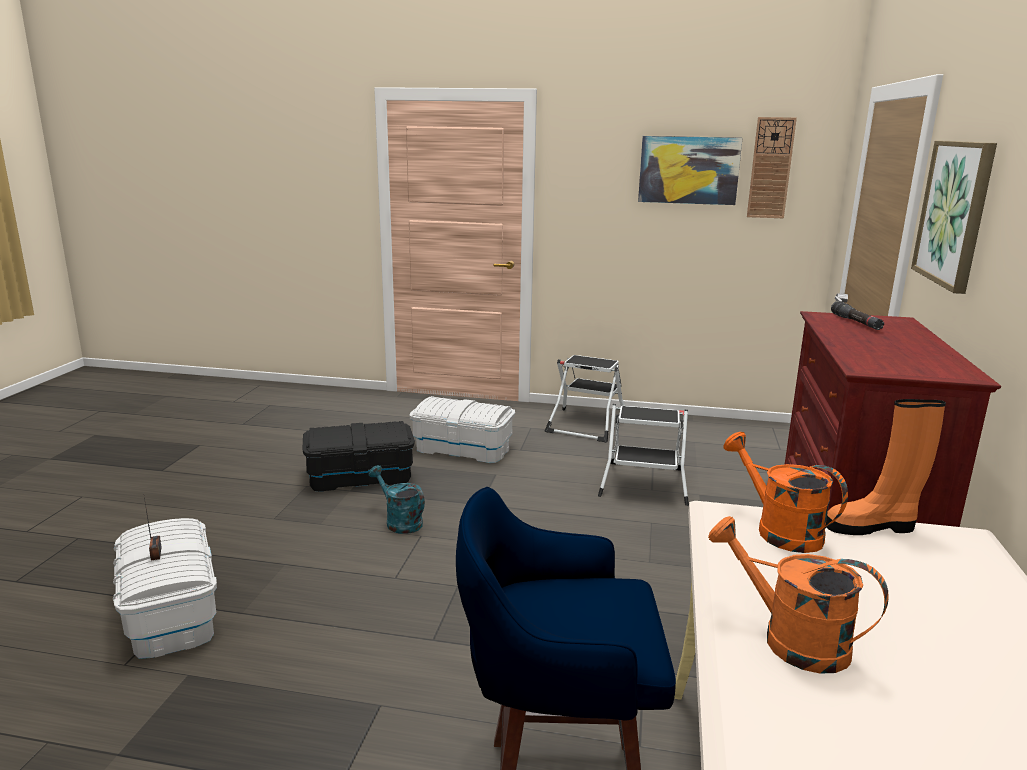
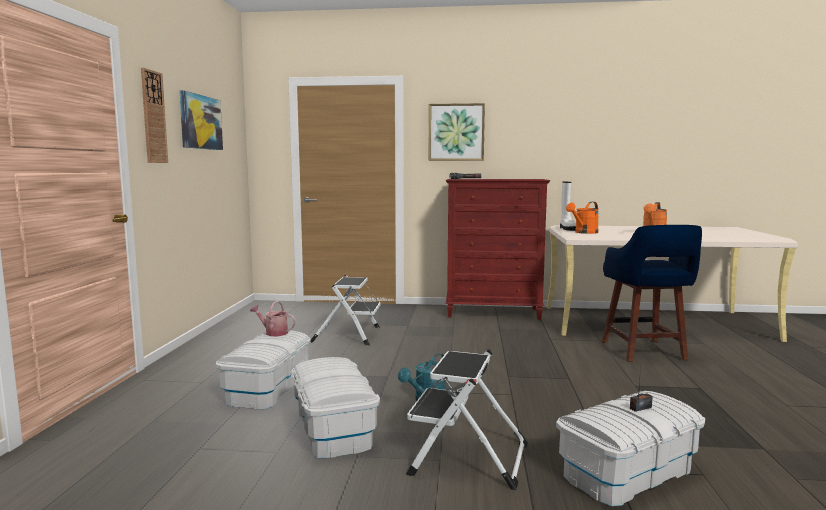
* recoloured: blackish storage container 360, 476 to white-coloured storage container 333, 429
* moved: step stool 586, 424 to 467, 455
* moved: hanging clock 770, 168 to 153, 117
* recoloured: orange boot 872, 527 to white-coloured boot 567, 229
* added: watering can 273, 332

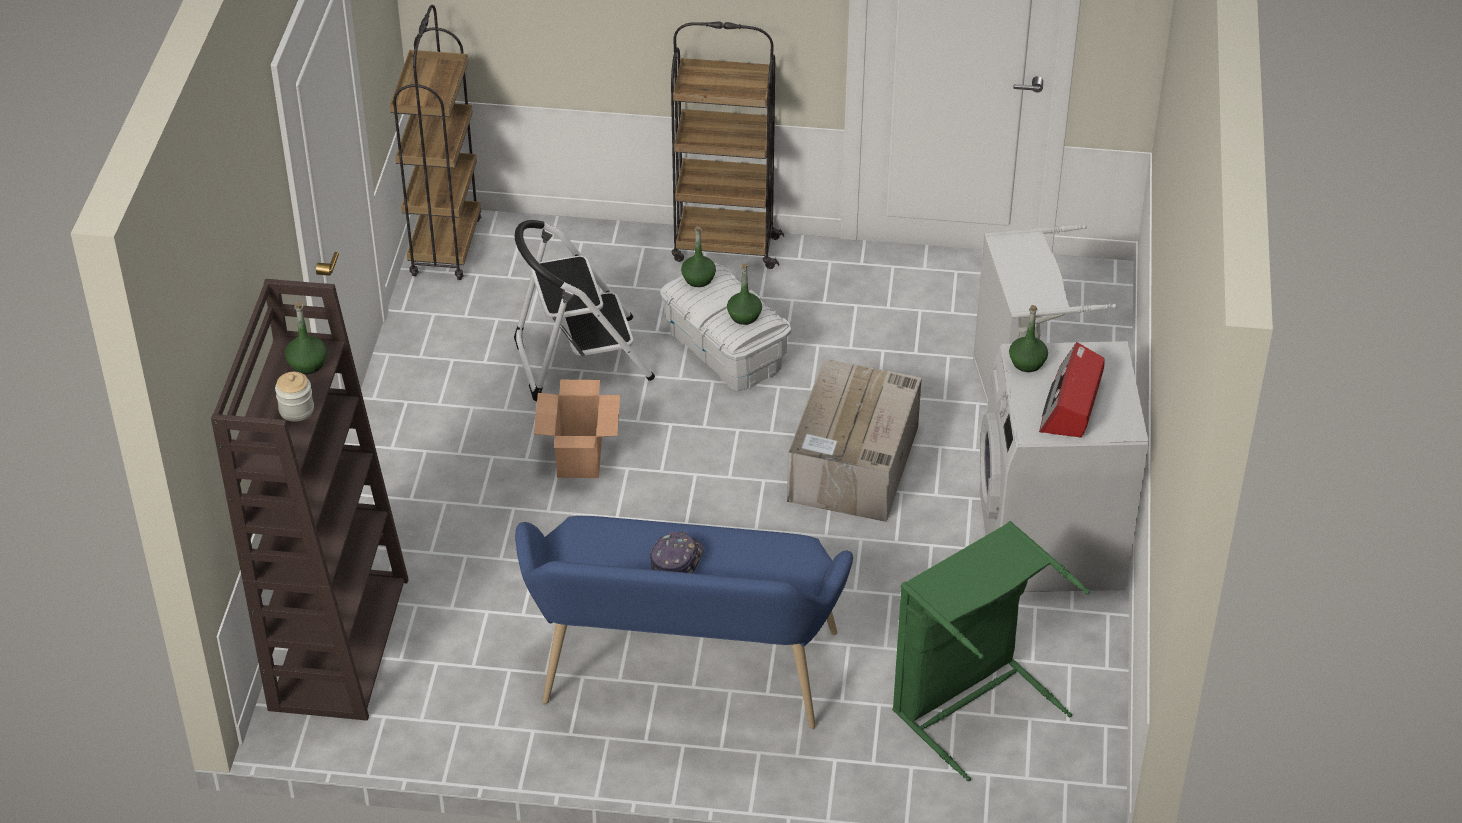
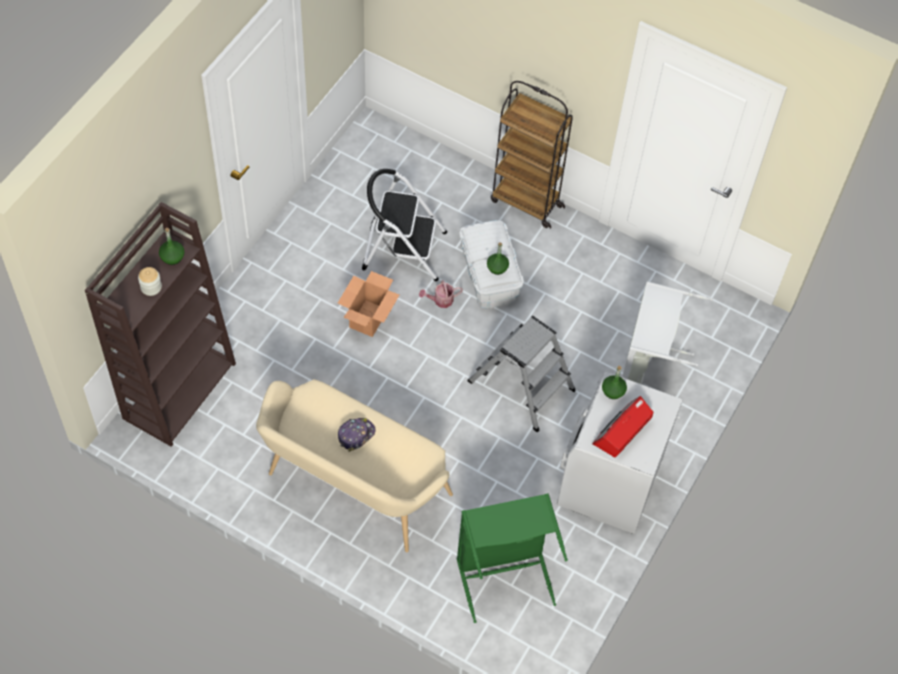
* removed: brown-coloured cart 445, 248
* recoloured: bluish bench 683, 677 to beige-coloured bench 352, 489
* removed: greenish beverage bottle 698, 279
* replaced: carton 853, 465 to greyish step stool 521, 385
* added: watering can 440, 300

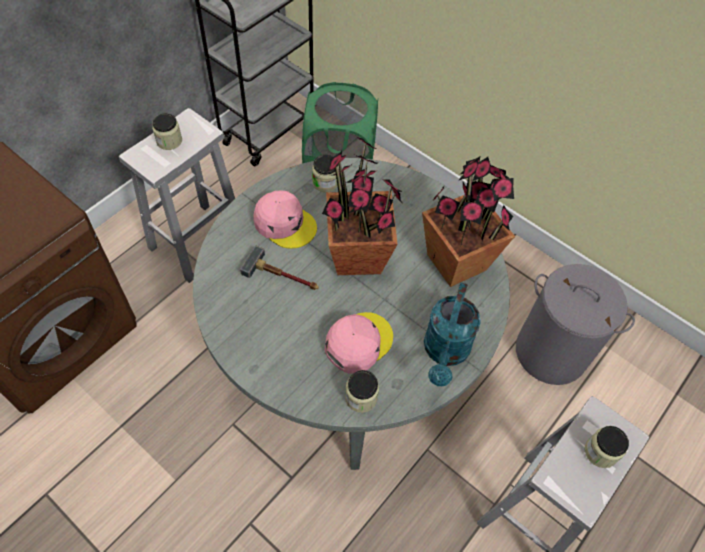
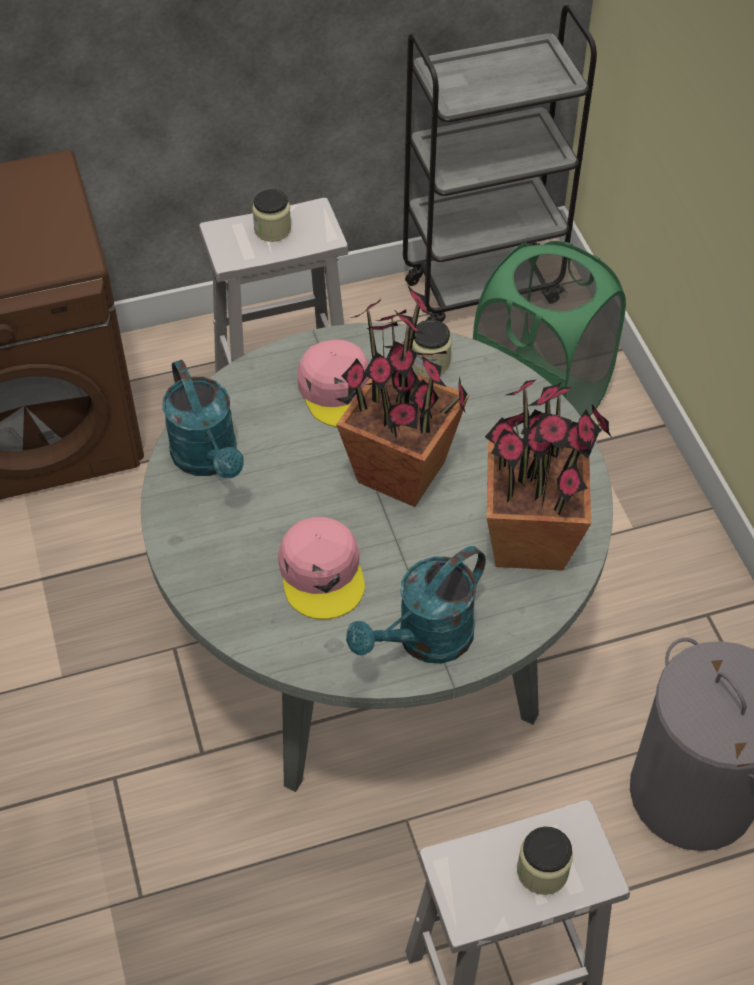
* removed: hand hammer 283, 276
* turned: pink cap 358, 342 = 322, 573 90 degrees clockwise
* removed: preserve jar 361, 397
* added: blue-green watering can 209, 460

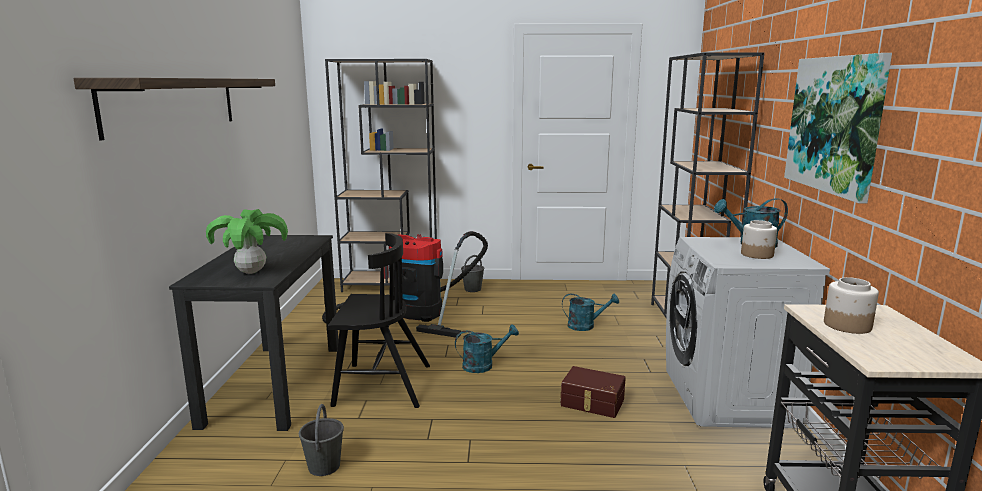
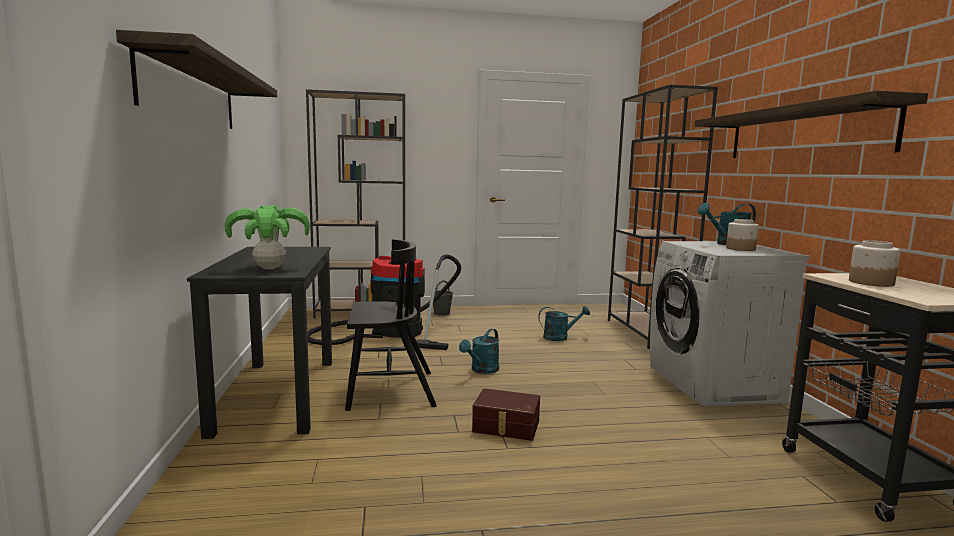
* removed: greyish bucket 324, 466
* turned: blue-green watering can 483, 365 = 482, 370 150 degrees clockwise
* moved: brown-coloured storage container 592, 403 to 506, 427
* replaced: wall picture 835, 124 to bracket shelf 803, 133

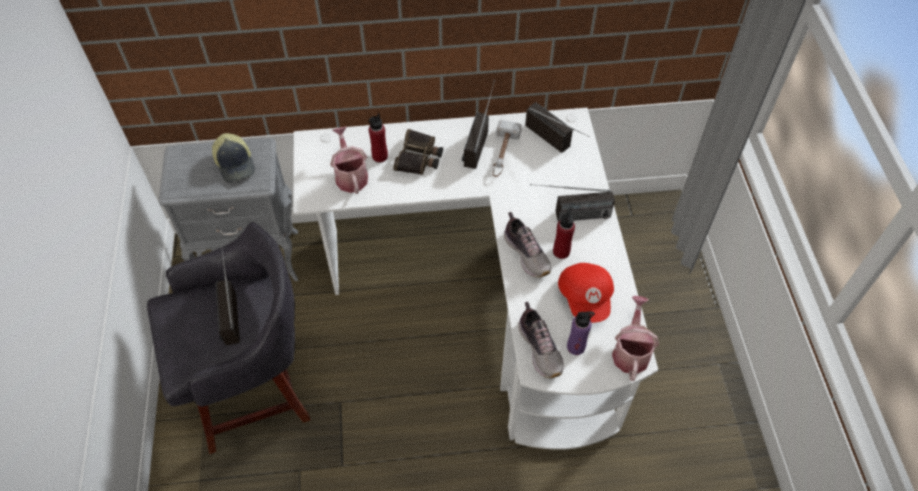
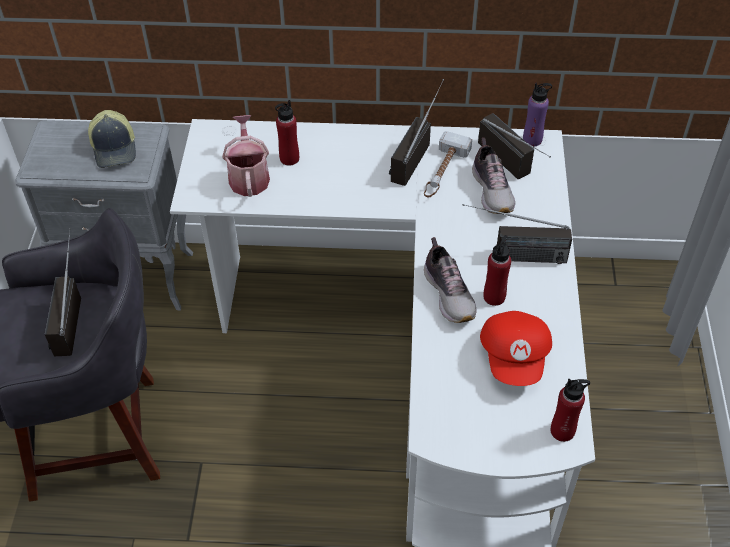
* removed: field glasses 419, 157
* moved: low shoe 540, 348 to 493, 190
* moved: purple-coloured beverage bottle 576, 347 to 532, 139
* replaced: watering can 631, 351 to red beverage bottle 562, 431

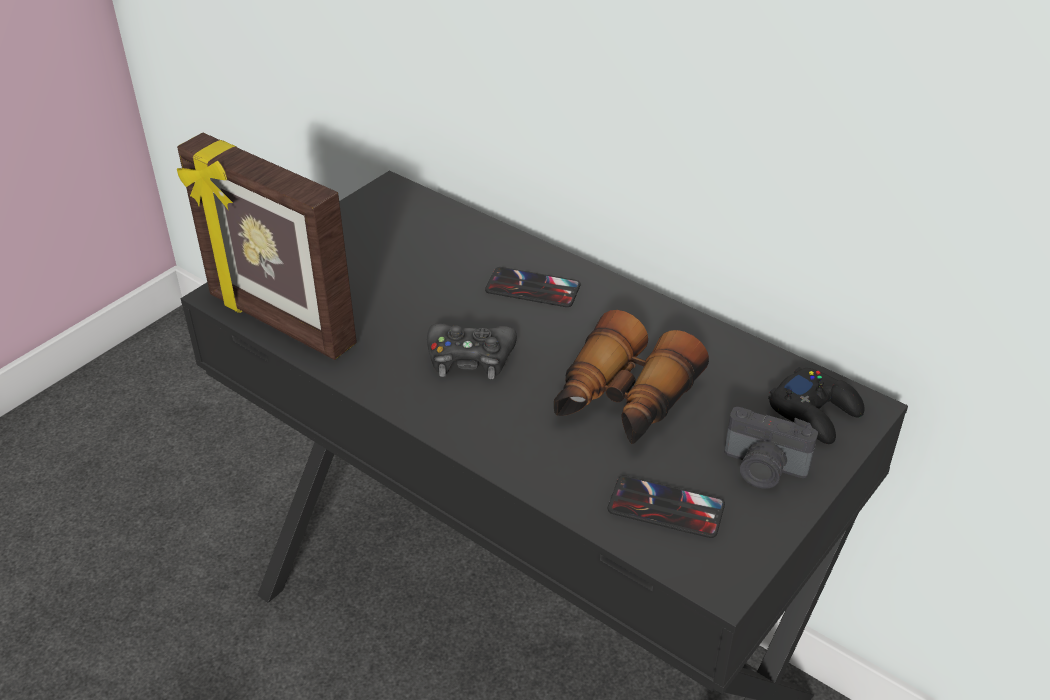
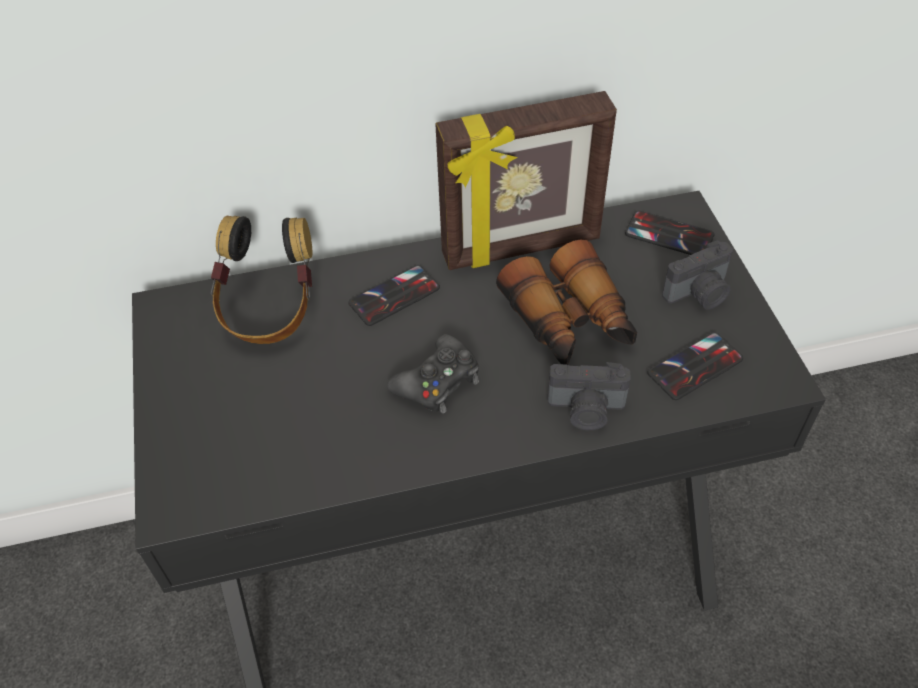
* moved: picture frame 279, 322 to 521, 248
* replaced: blackish joypad 815, 412 to handset 669, 235
* added: headset 269, 310
* added: photo camera 586, 410

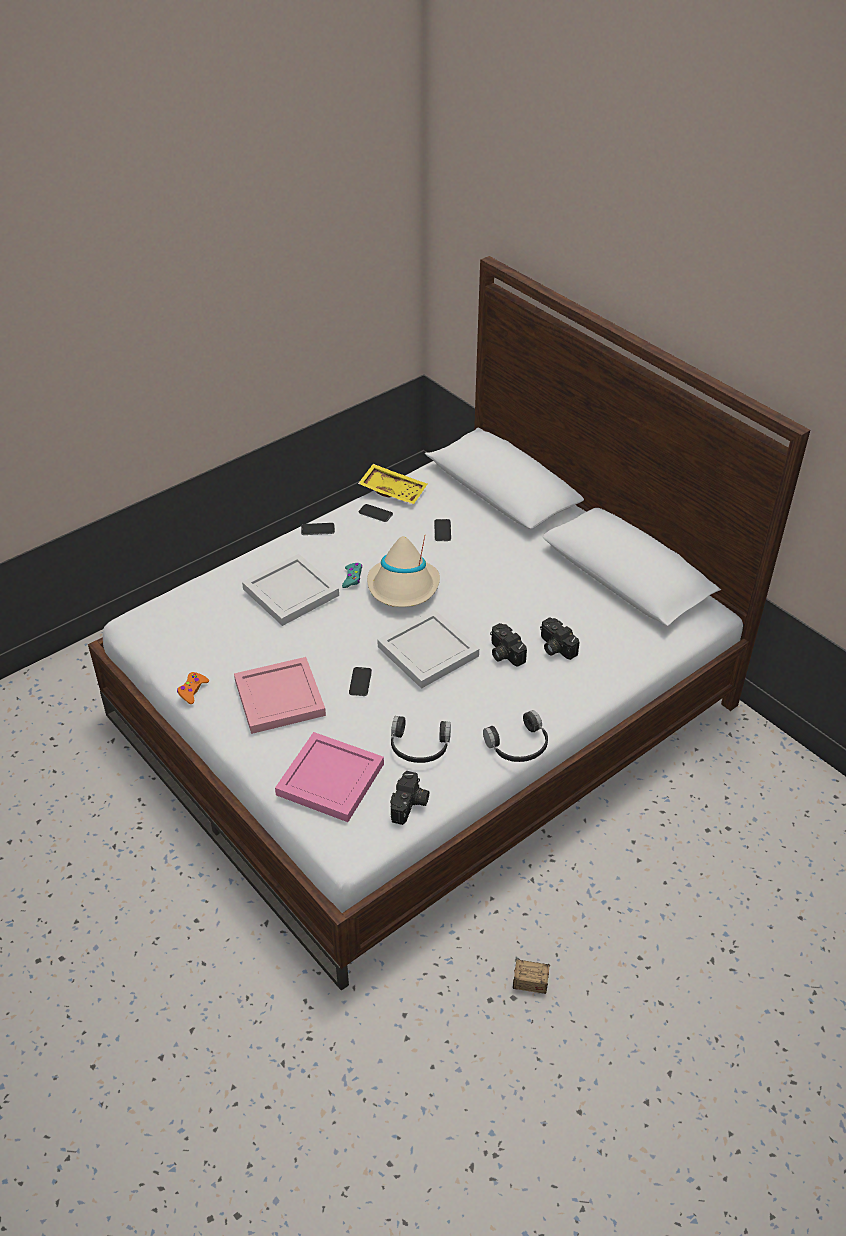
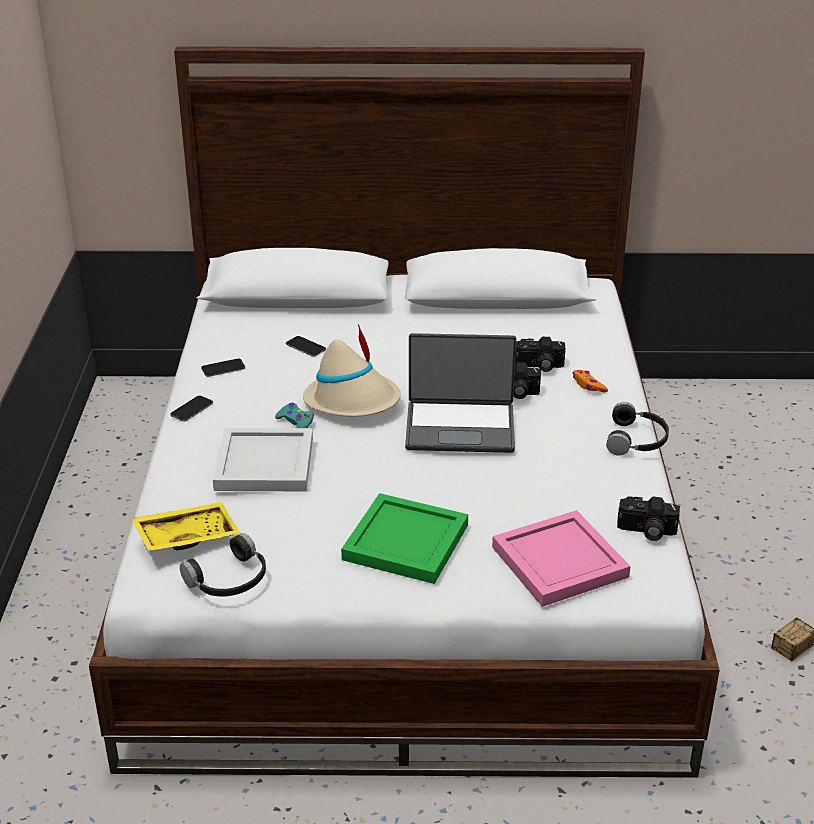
* moved: orange joypad 192, 690 to 588, 385
* recoloured: pink tray 278, 697 to greenish tray 403, 543
* removed: handset 360, 682
* moved: yellow tray 393, 490 to 186, 536
* replaced: white-coloured tray 429, 651 to notebook computer 460, 427
* turned: photo camera 410, 805 = 646, 531 135 degrees clockwise
* moved: blackish headset 419, 747 to 230, 580

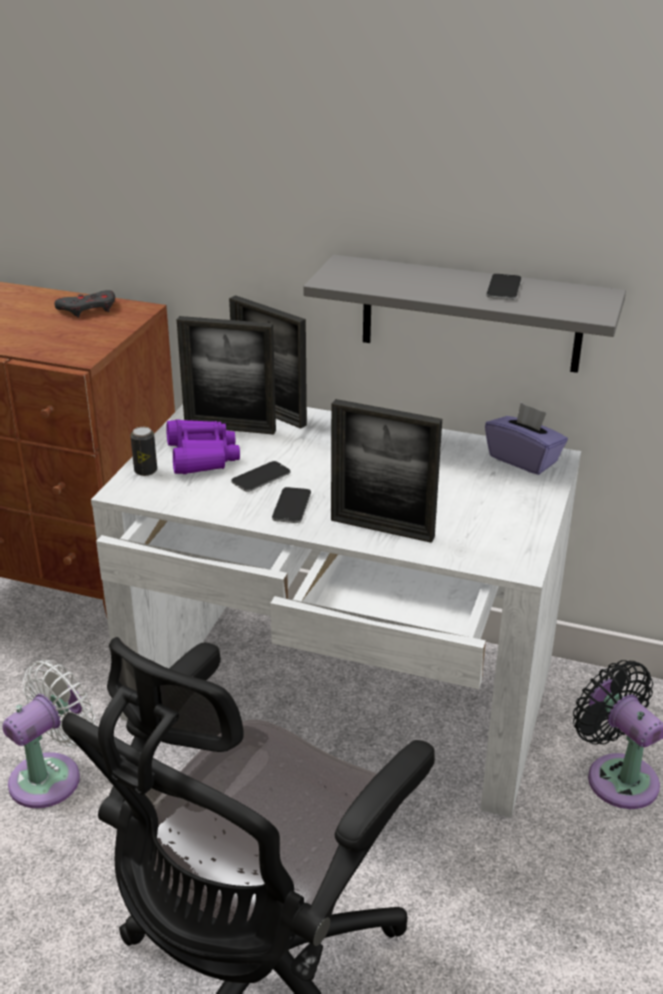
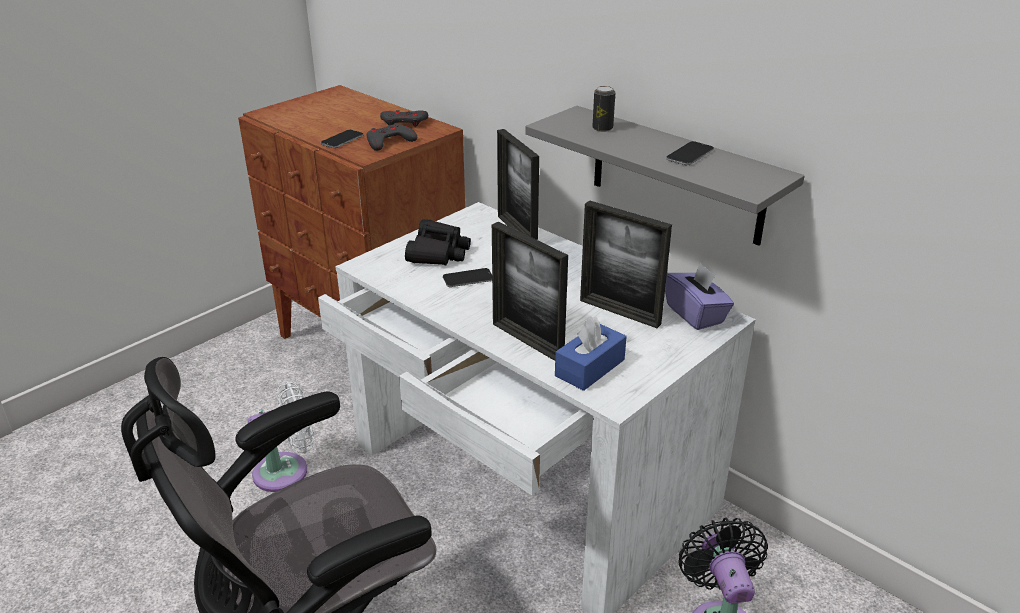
* moved: can 145, 471 to 602, 128
* recoloured: purple-coloured field glasses 201, 456 to blackish field glasses 438, 252
* moved: picture frame 230, 428 to 619, 312
* moved: handset 291, 506 to 342, 140
* added: greyish joypad 389, 142
* added: bluish tissue holder 590, 368

